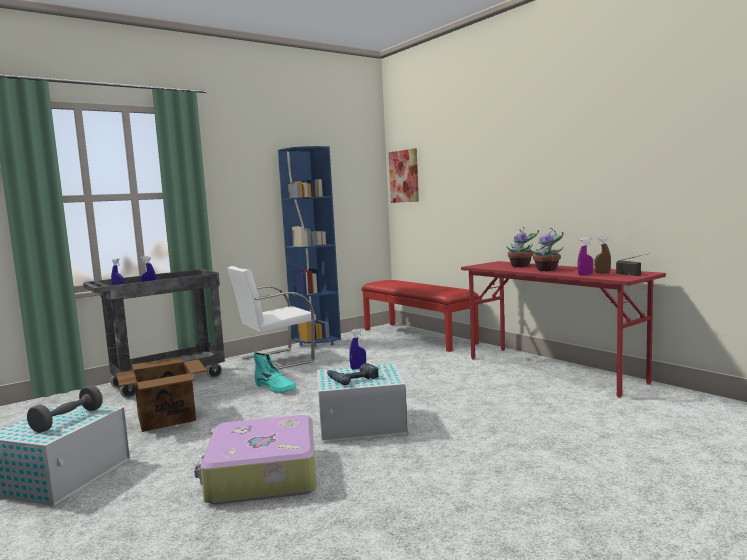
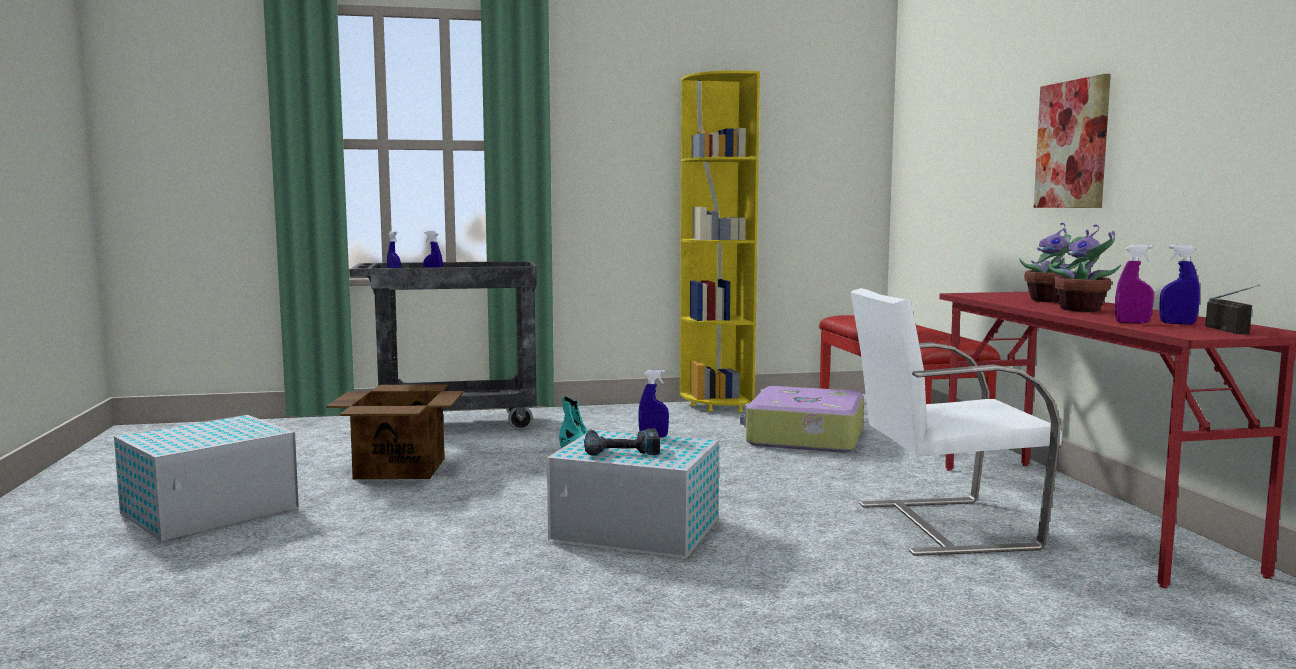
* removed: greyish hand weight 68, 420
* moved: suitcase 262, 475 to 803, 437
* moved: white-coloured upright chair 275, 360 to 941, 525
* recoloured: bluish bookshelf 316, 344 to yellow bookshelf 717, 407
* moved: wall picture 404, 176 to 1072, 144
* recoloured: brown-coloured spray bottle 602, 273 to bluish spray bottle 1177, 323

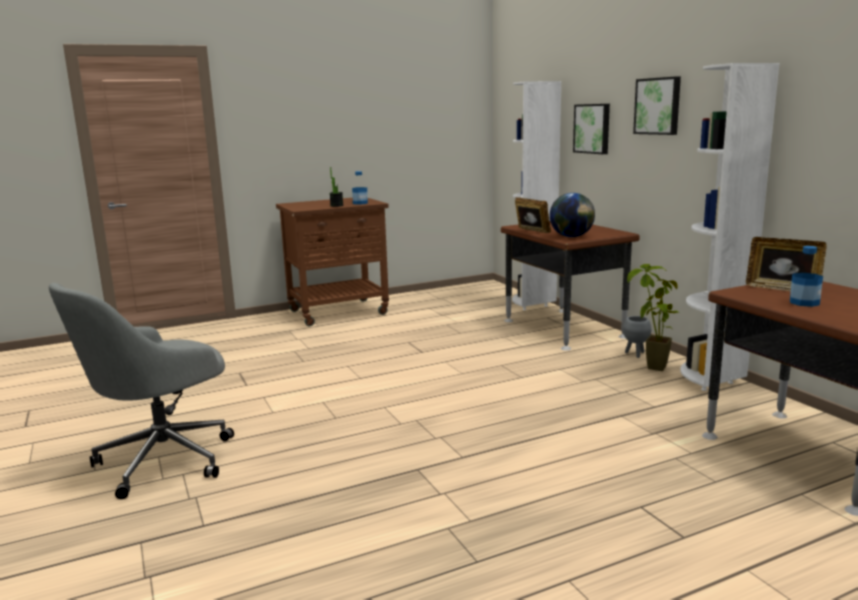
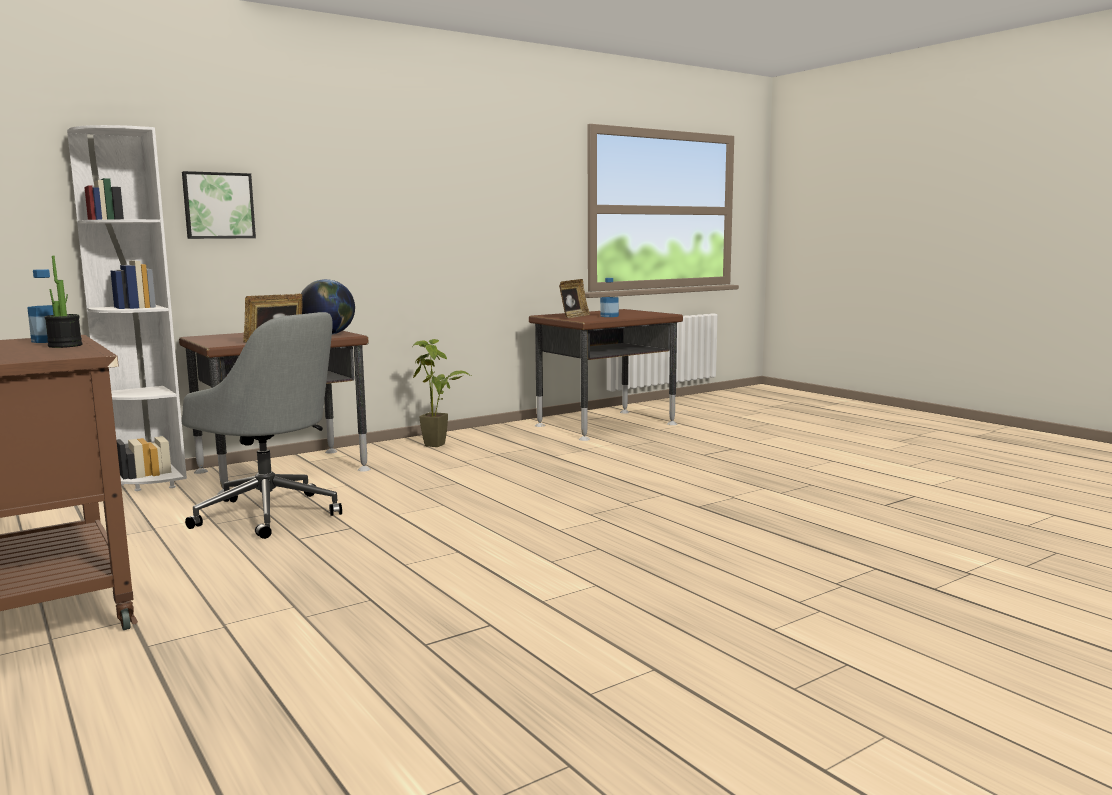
* moved: greyish office chair 163, 462 to 270, 514
* removed: greyish planter 636, 354
* removed: wall picture 658, 106
* removed: white-coloured bookshelf 706, 380

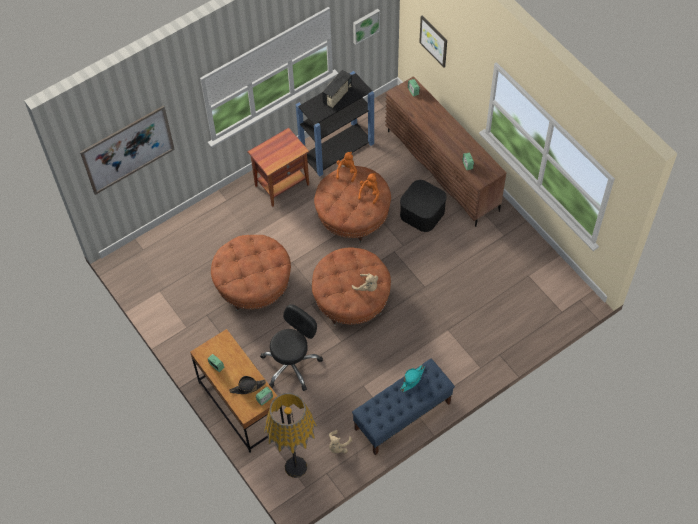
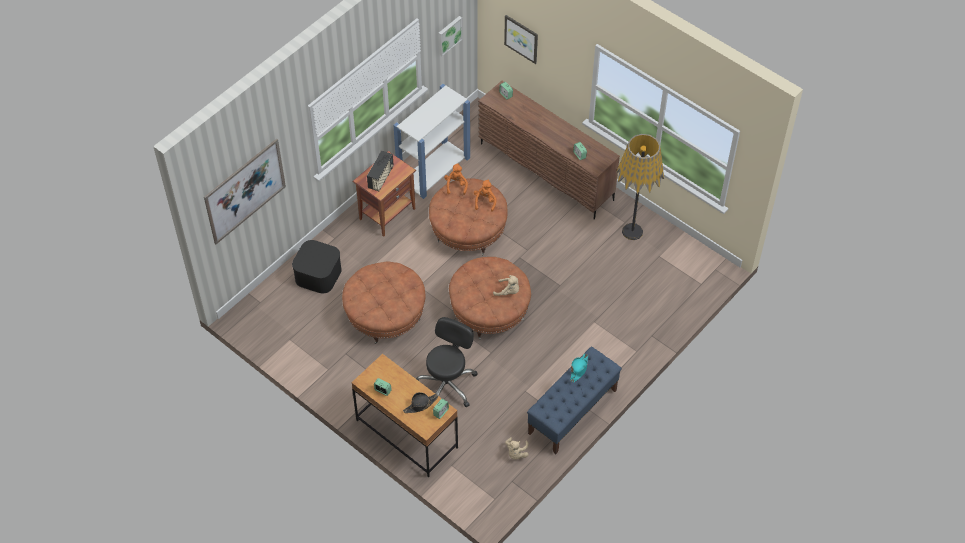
* moved: standing lamp 295, 466 to 632, 231
* recoloured: blackish bookshelf 337, 149 to white-coloured bookshelf 434, 169
* moved: radio 337, 96 to 381, 178
* moved: blackish storage container 422, 213 to 318, 274

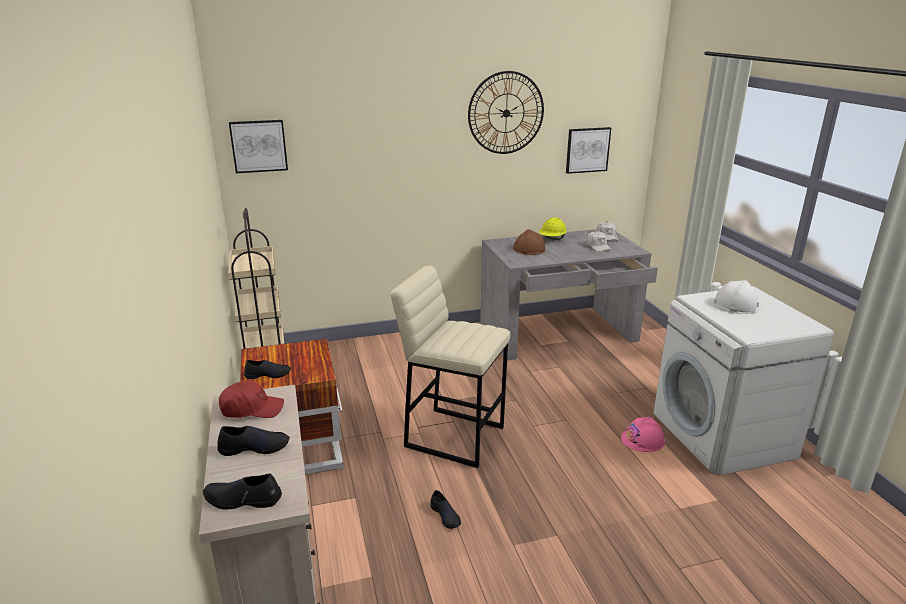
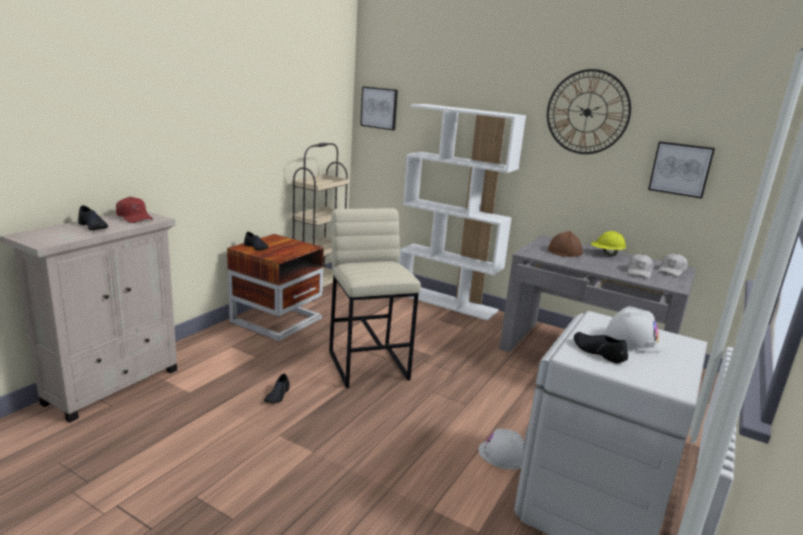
* moved: blackish low shoe 243, 499 to 598, 352
* recoloured: pink safety helmet 643, 440 to white-coloured safety helmet 502, 454
* added: white-coloured bookshelf 447, 302

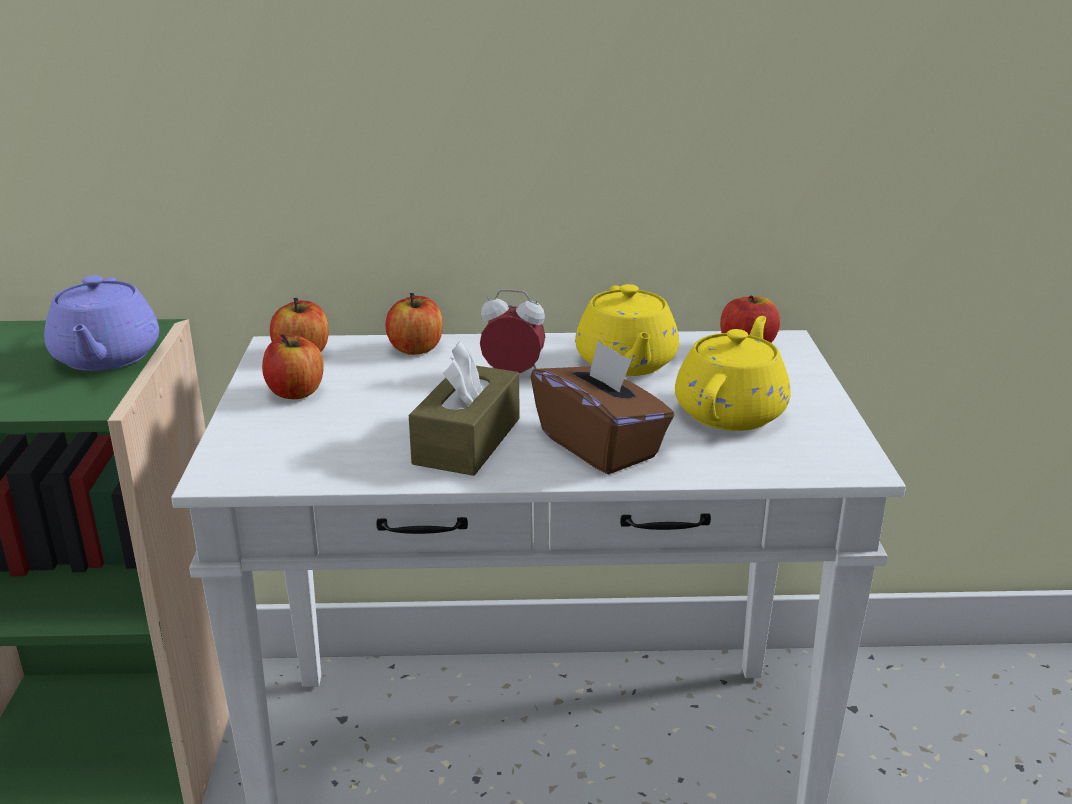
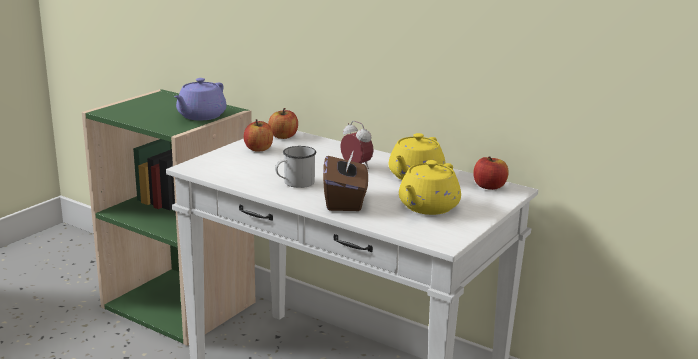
* removed: apple fruit 416, 349
* replaced: brown-coloured tissue holder 467, 441 to white-coloured tea mug 295, 183
* turned: yellow pot for tea 731, 411 = 427, 207 150 degrees clockwise

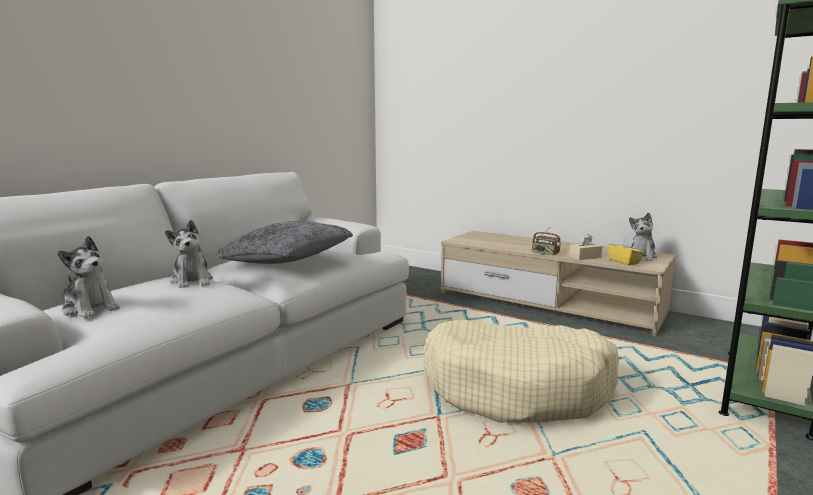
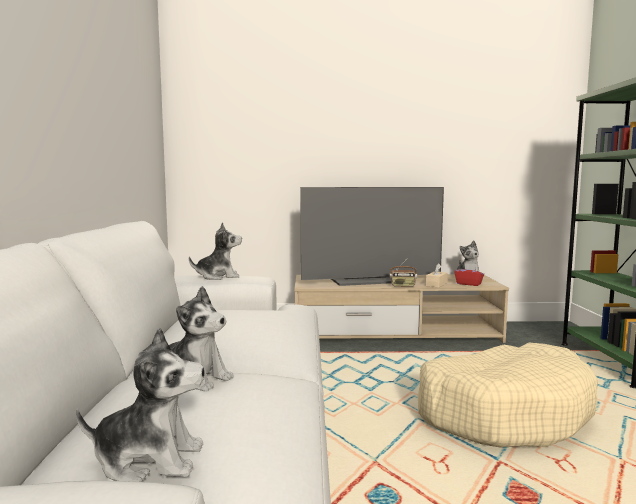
* removed: greyish pillow 287, 261
* recoloured: yellow tissue holder 624, 262 to red tissue holder 469, 284
* added: cuddly toy 218, 277
* added: television 370, 280

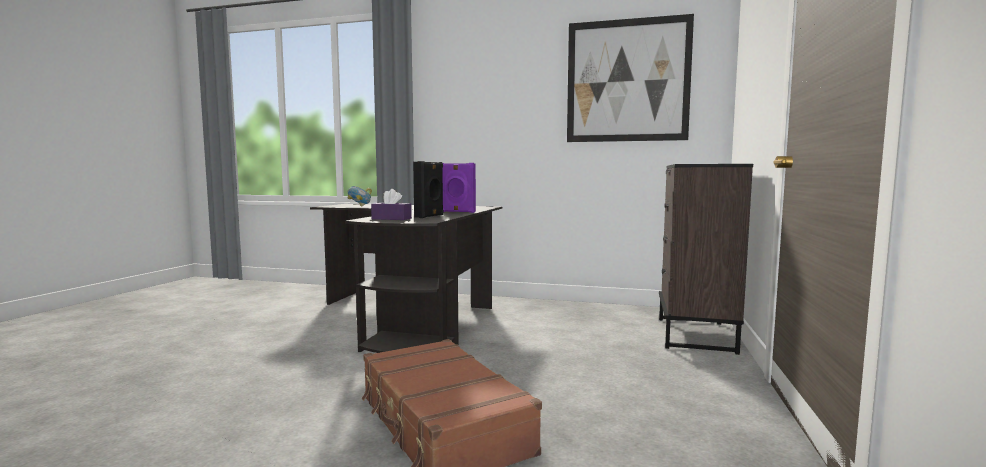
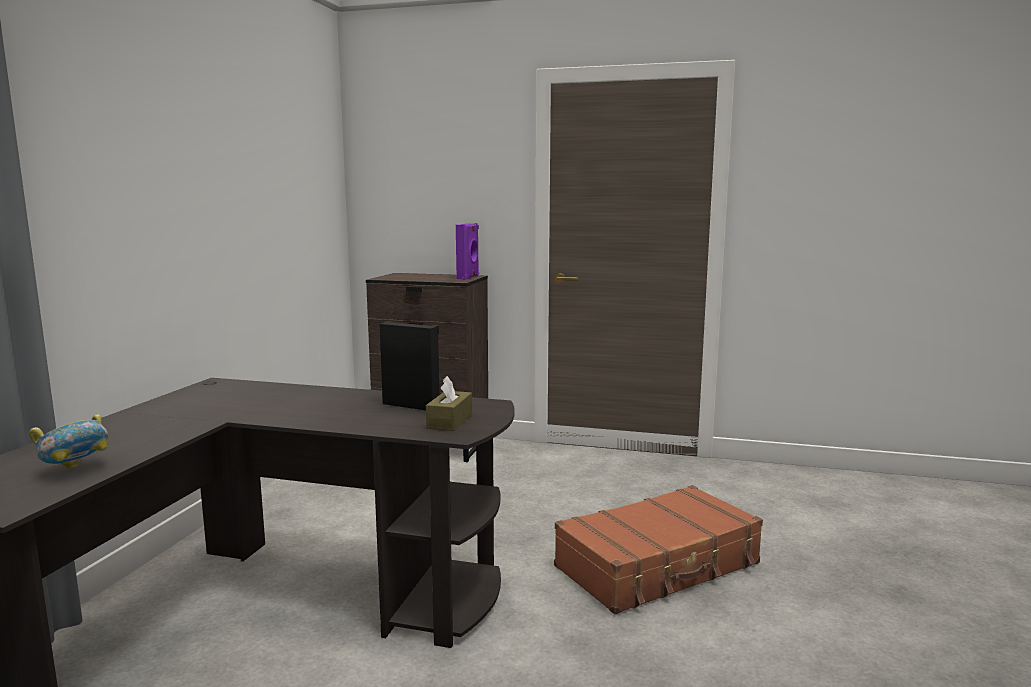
* recoloured: purple-coloured tissue holder 391, 219 to brown-coloured tissue holder 449, 421
* moved: purple-coloured loudspeaker 457, 212 to 468, 277
* removed: wall picture 627, 81

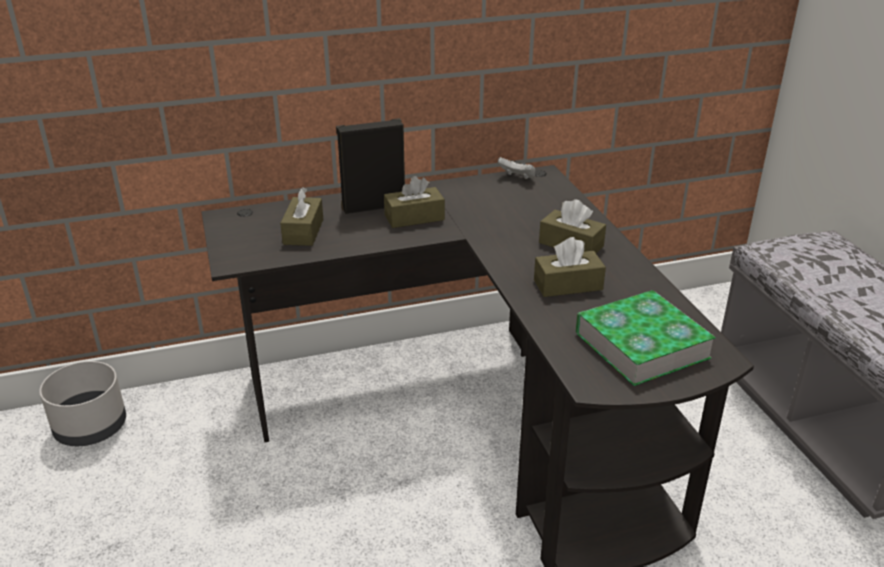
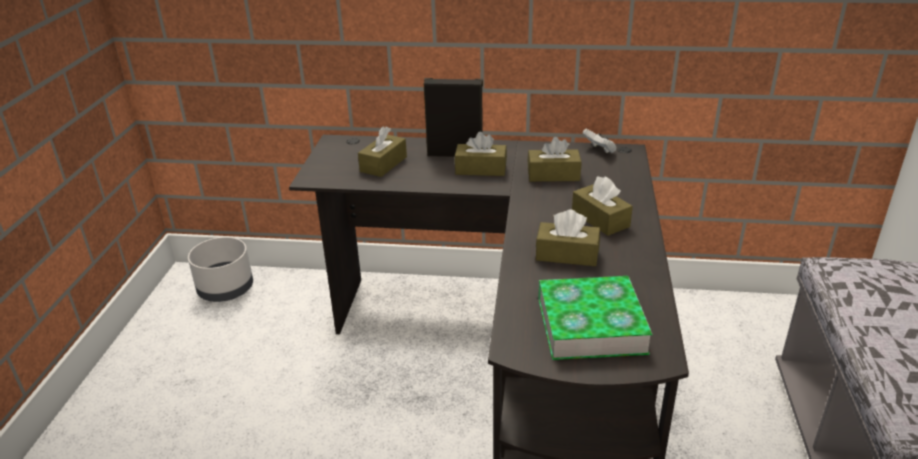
* added: brown-coloured tissue holder 553, 175

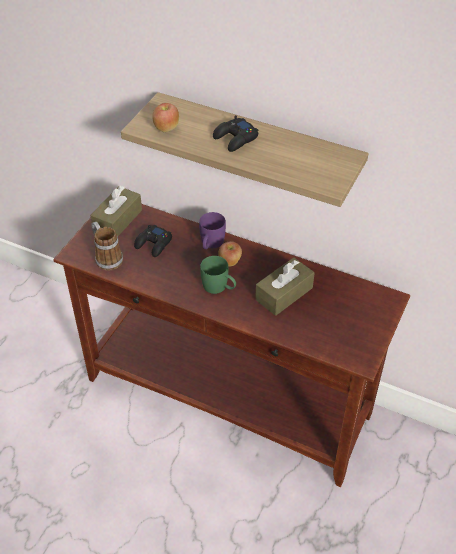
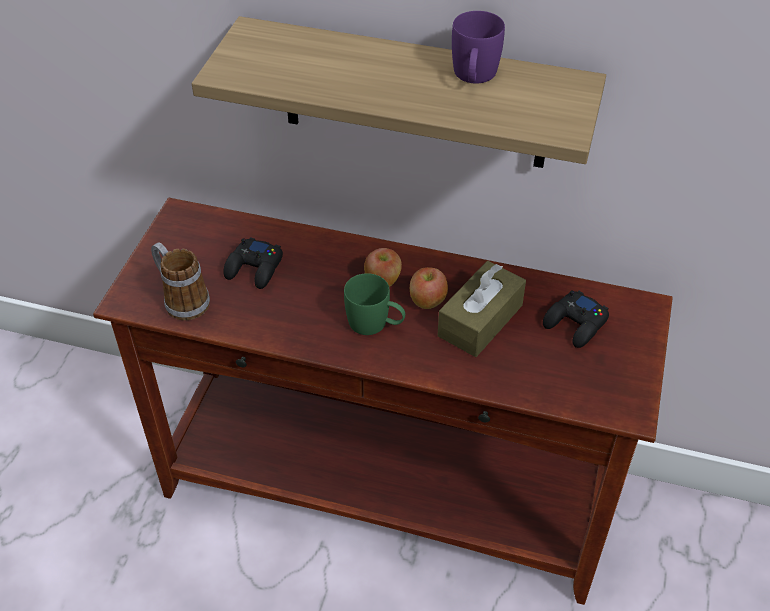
* removed: brown-coloured tissue holder 117, 220
* moved: apple fruit 166, 128 to 427, 301
* moved: purple-coloured tea mug 210, 244 to 473, 77
* moved: blackish joypad 235, 139 to 575, 324

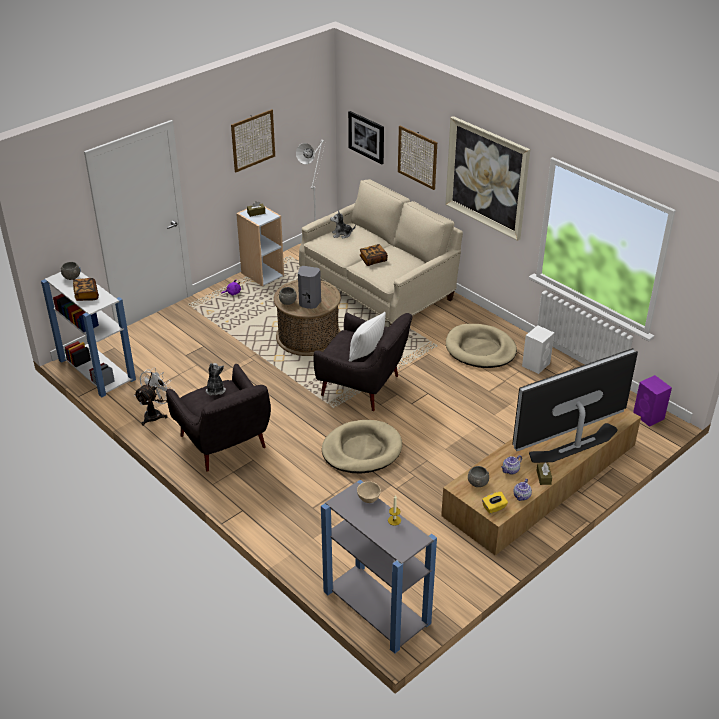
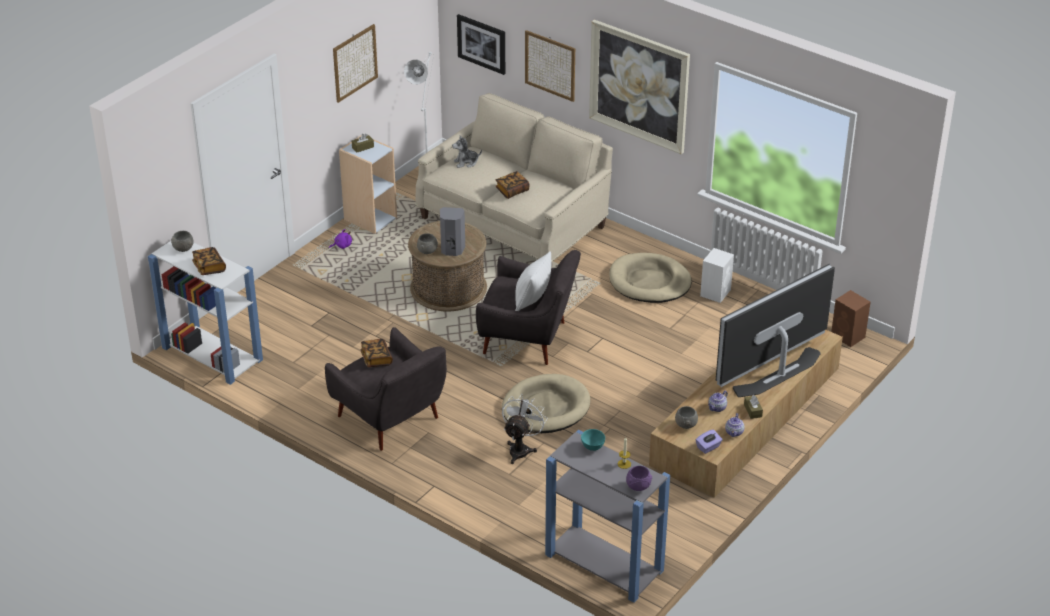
* moved: white-coloured fan 155, 414 to 521, 449
* replaced: cuddly toy 215, 390 to book 376, 359
* recoloured: beige-coloured serving bowl 368, 498 to blue-green serving bowl 592, 446
* recoloured: yellow tissue holder 494, 508 to purple-coloured tissue holder 708, 447
* recoloured: purple-coloured loudspeaker 649, 416 to brown-coloured loudspeaker 848, 336
* added: purple-coloured serving bowl 638, 487

